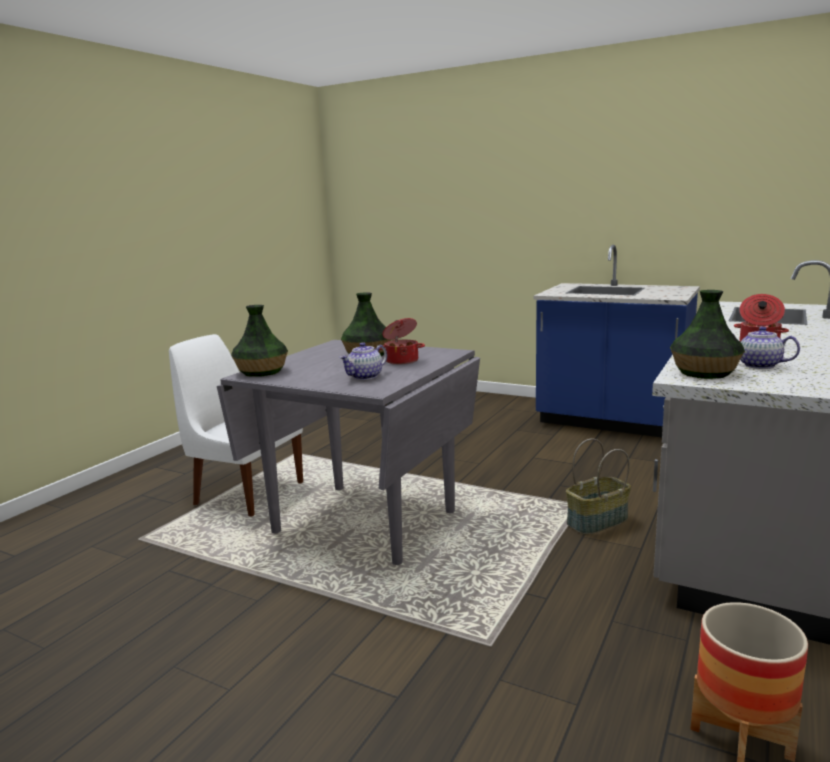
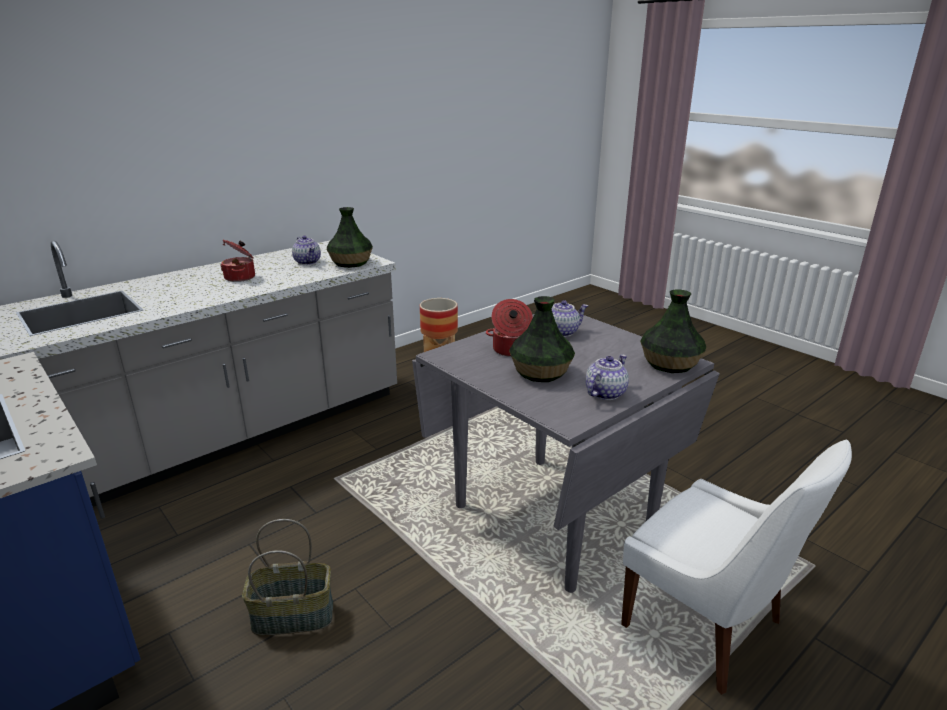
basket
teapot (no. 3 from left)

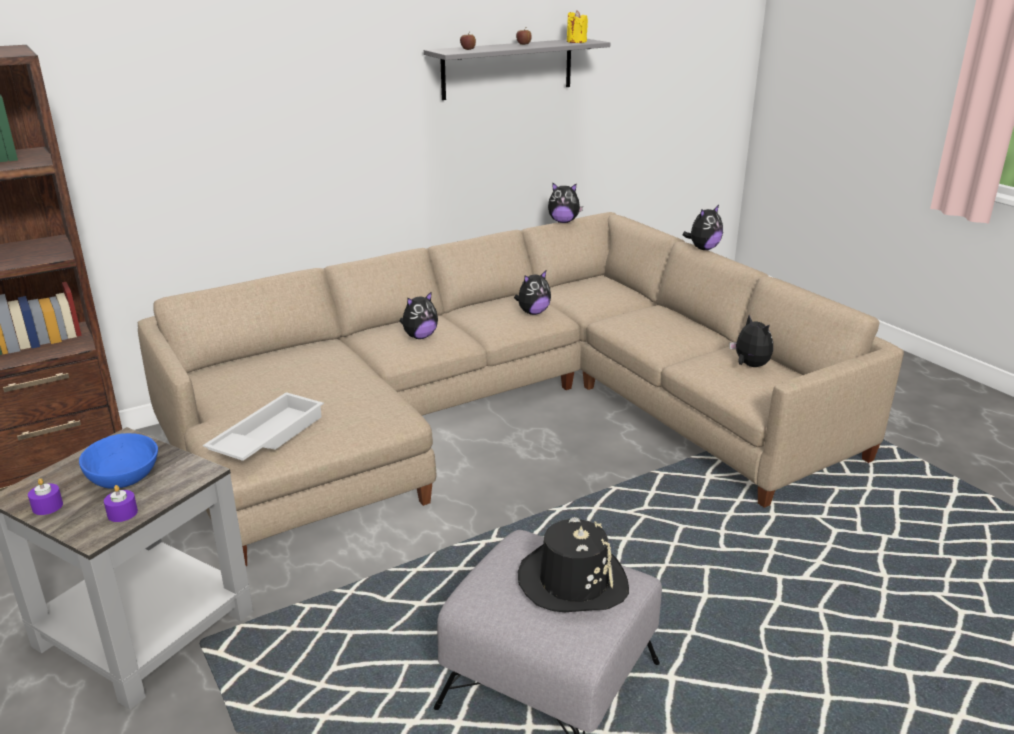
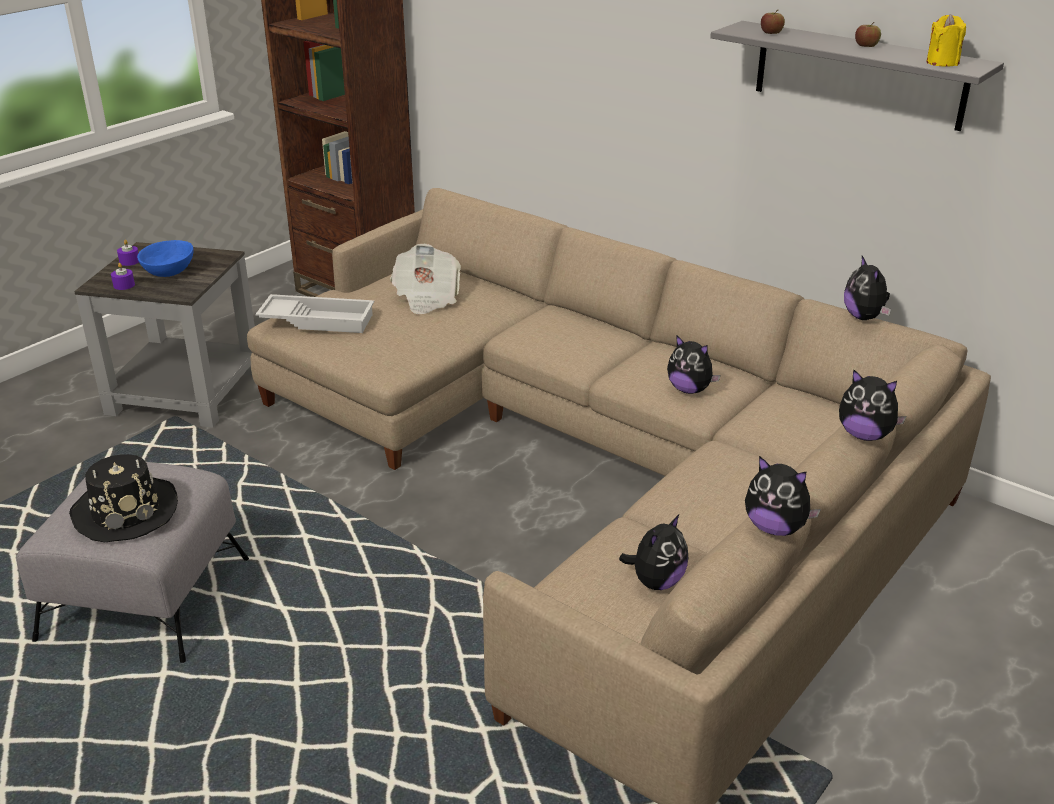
plush toy (no. 3 from left)
newspaper

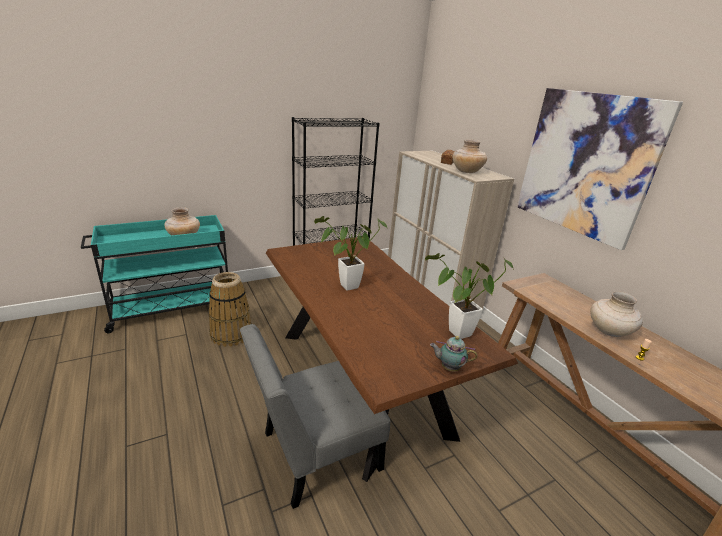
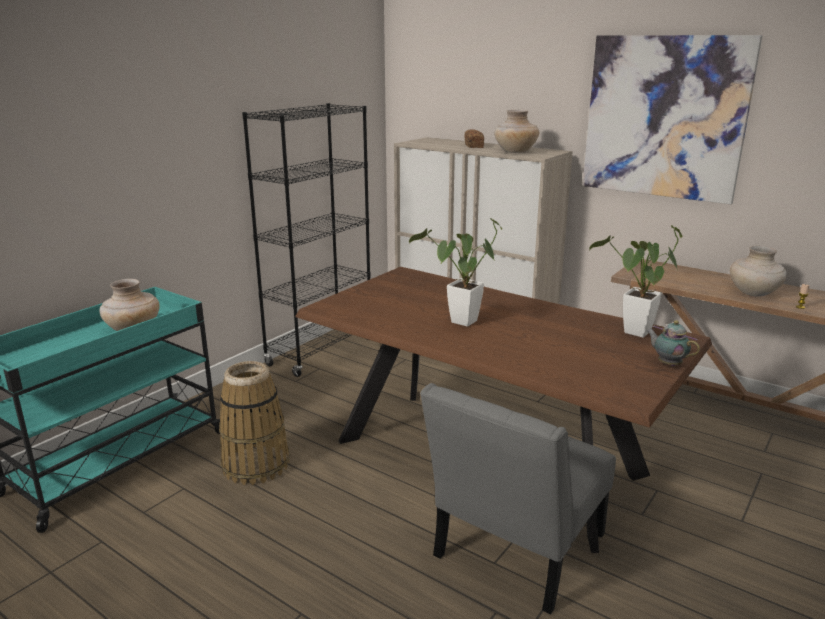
teapot

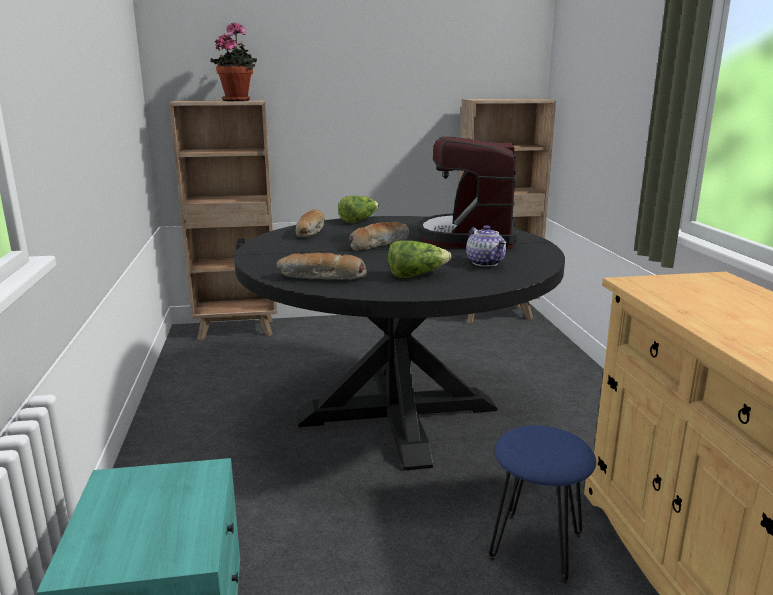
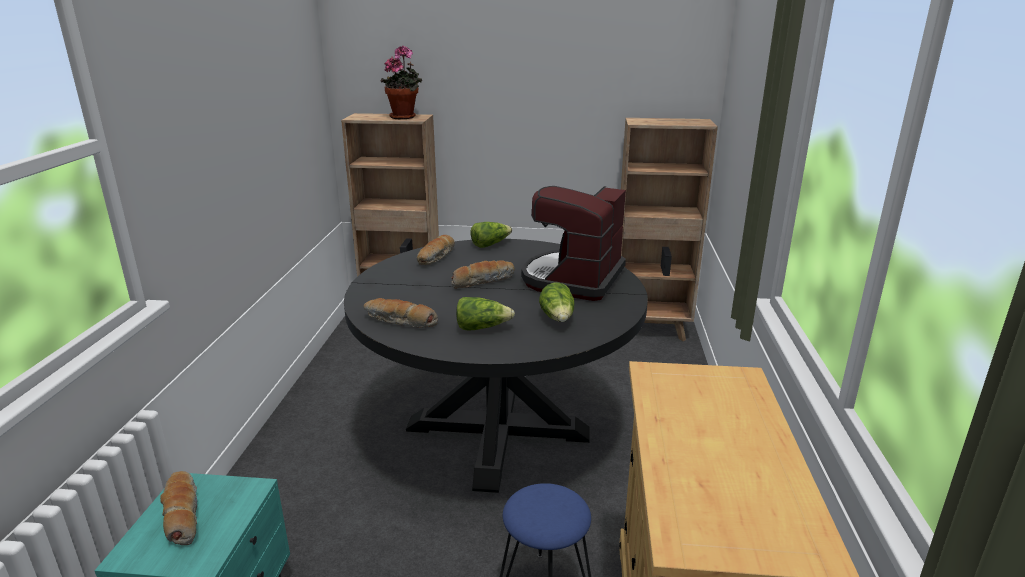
lettuce (no. 3 from left)
bread (no. 1 from left)

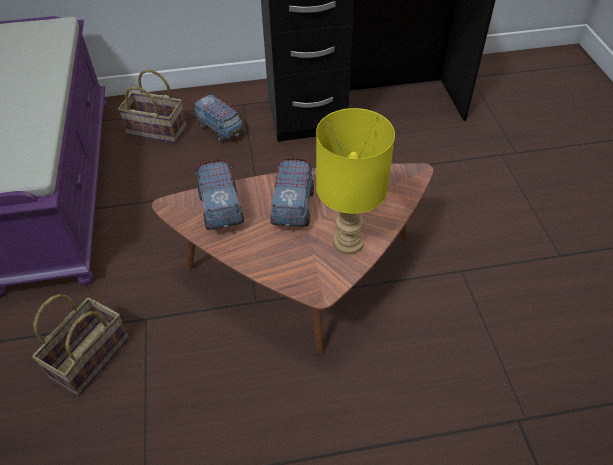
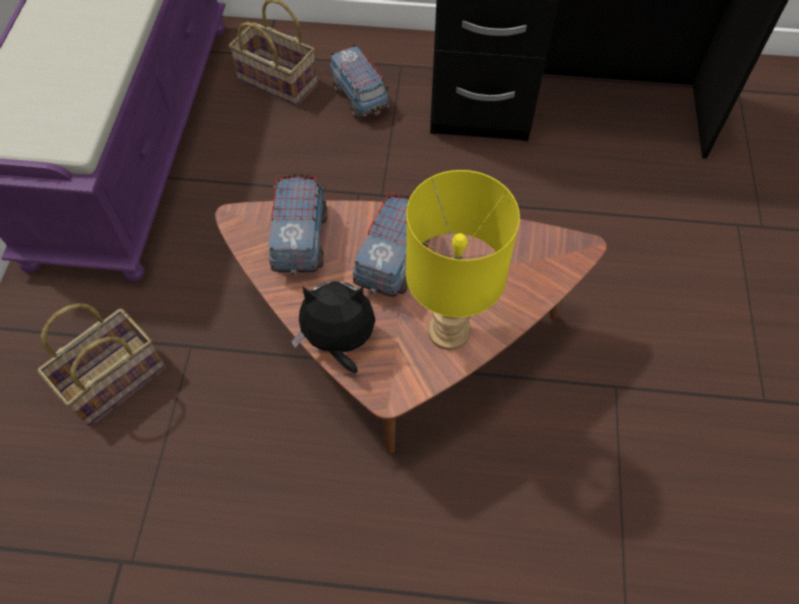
plush toy

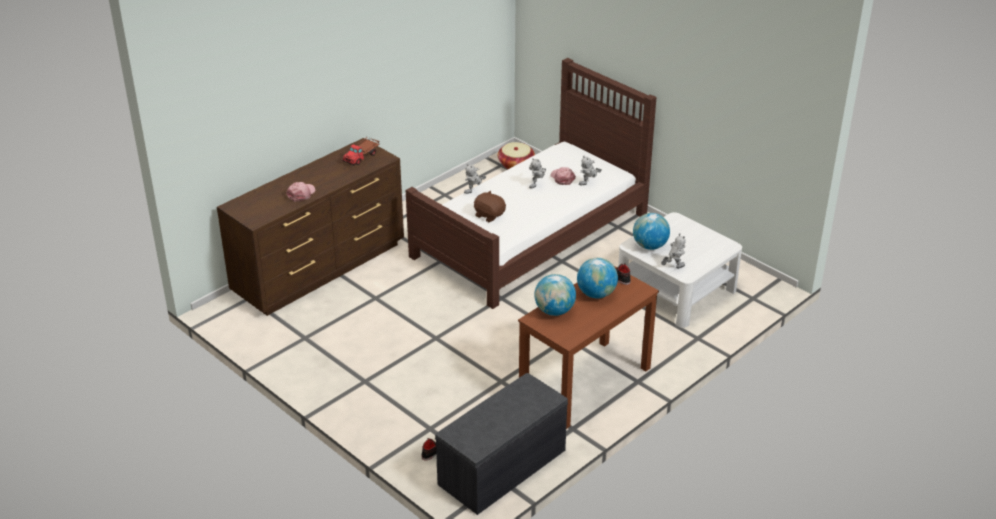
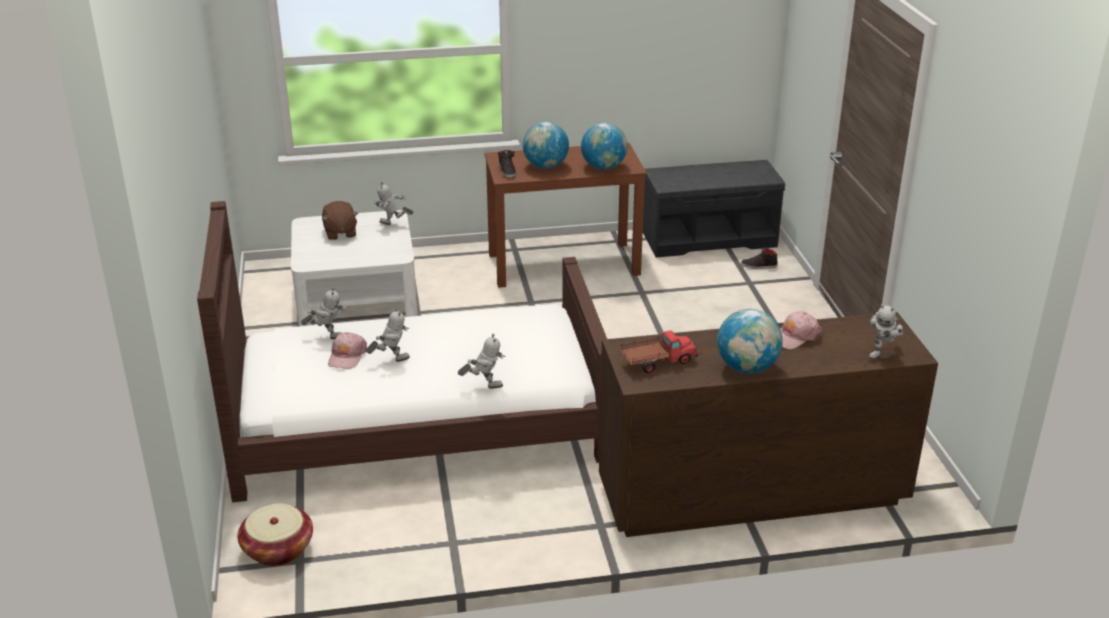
plush toy/brown
globe (no. 3 from left)
toy robot (no. 5 from left)

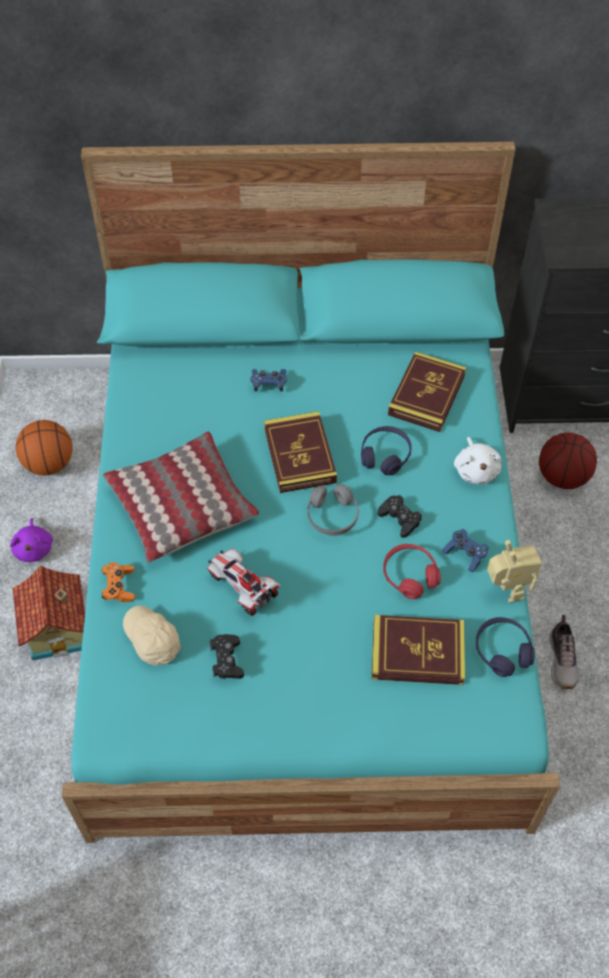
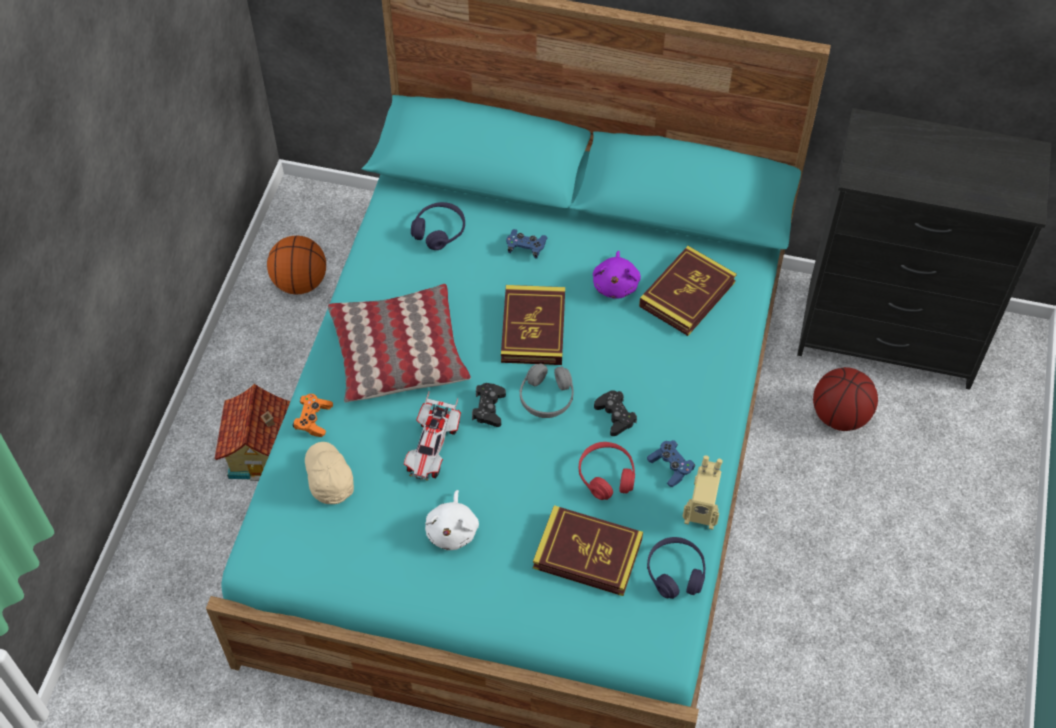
headphones/purple (no. 1 from left)
plush toy/white
plush toy/purple
toy robot
toy car
shoe
game controller/black (no. 1 from left)

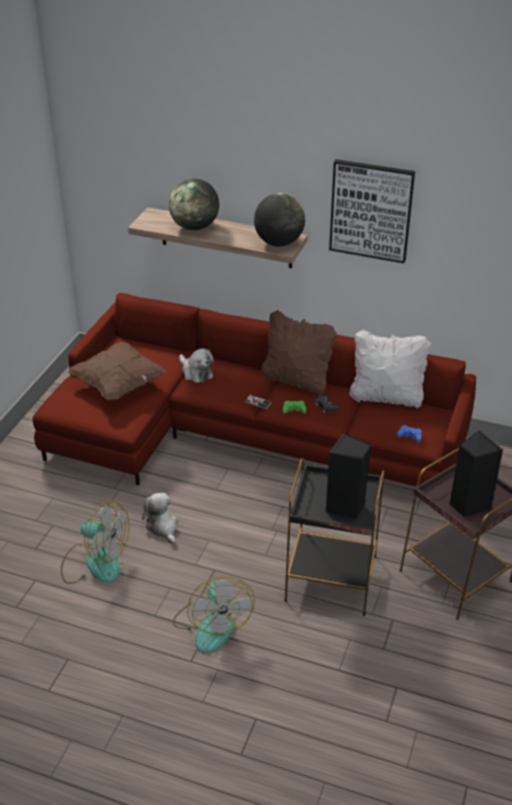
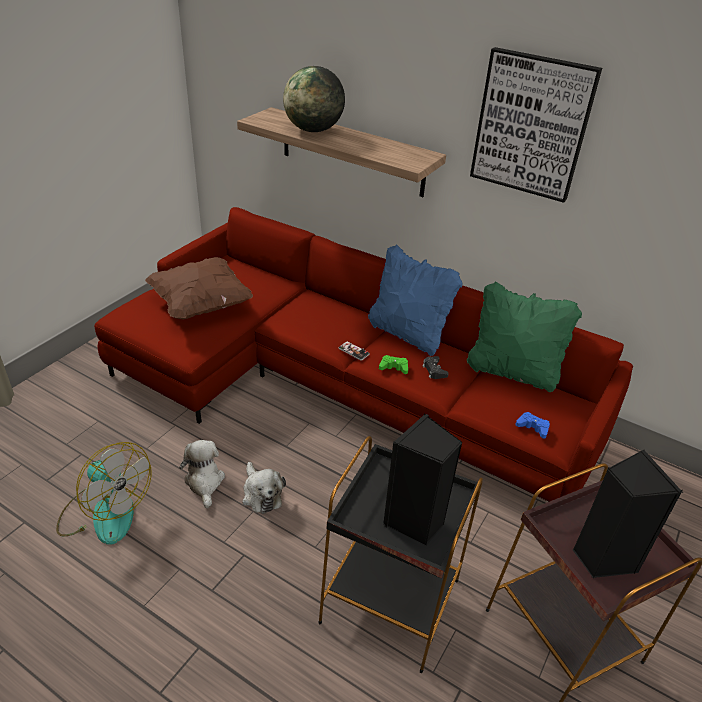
globe (no. 2 from left in the first image)
pillow/blue
pillow/green
plush toy (no. 2 from left)
fan (no. 2 from left in the first image)

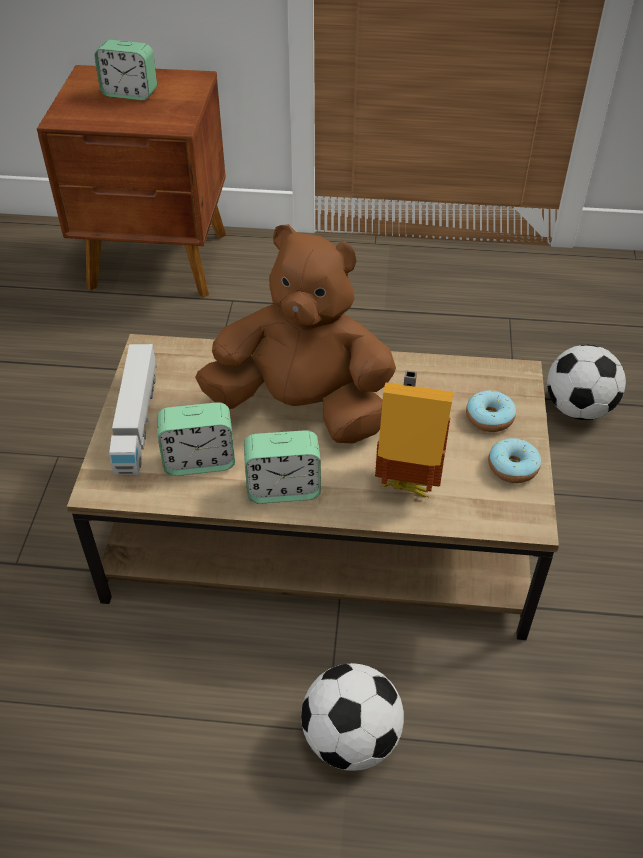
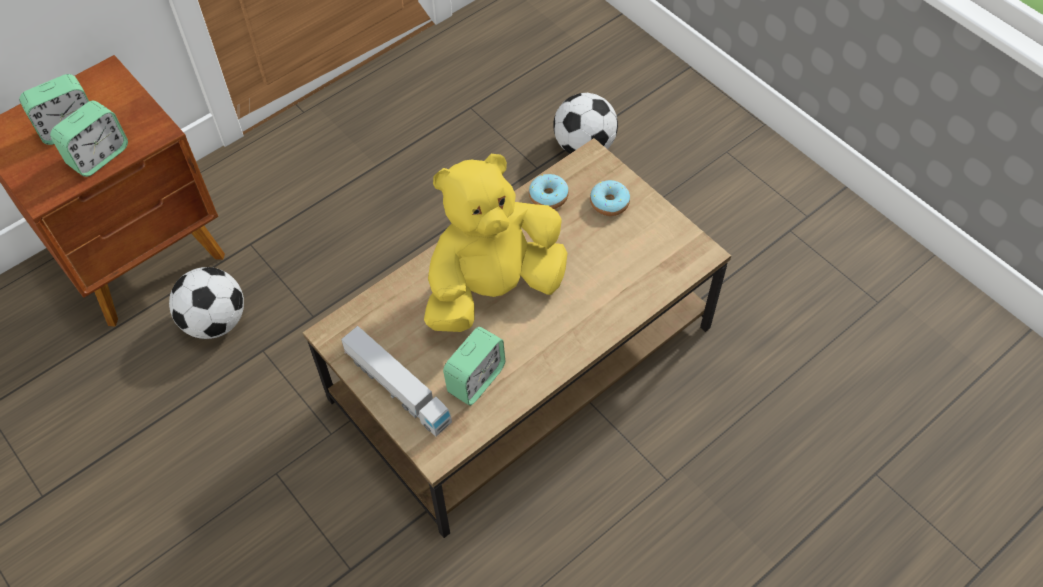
plush toy/yellow
toy house
alarm clock (no. 2 from left)
donut (no. 1 from left)
football (no. 1 from left)

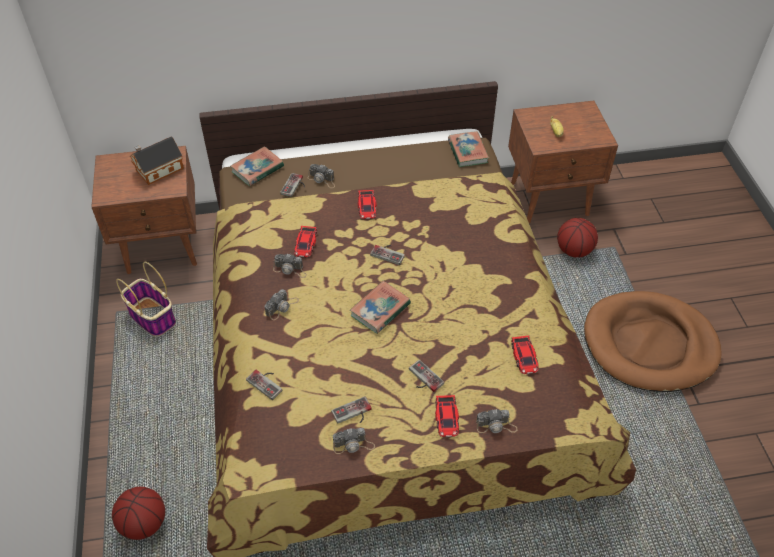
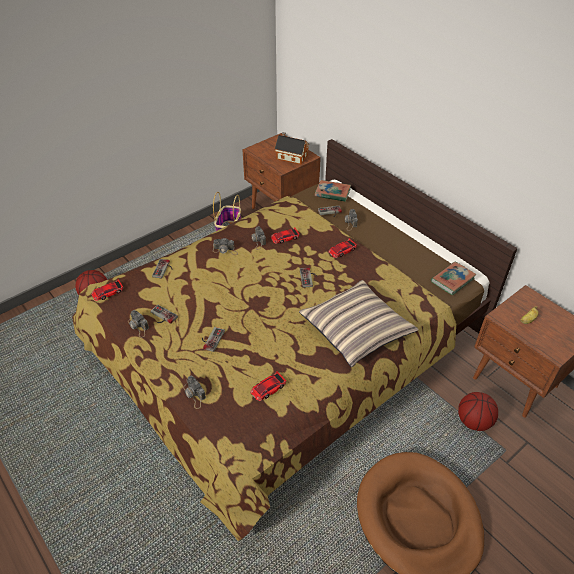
book (no. 2 from left in the first image)
toy car (no. 1 from left)
pillow

